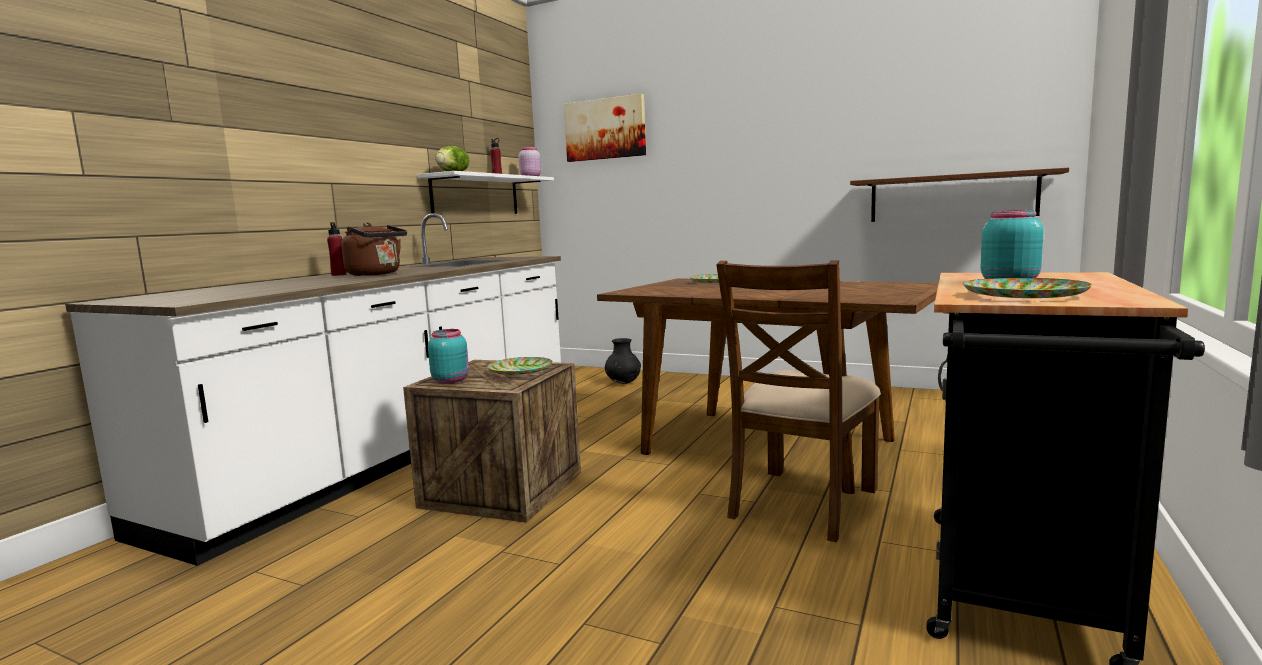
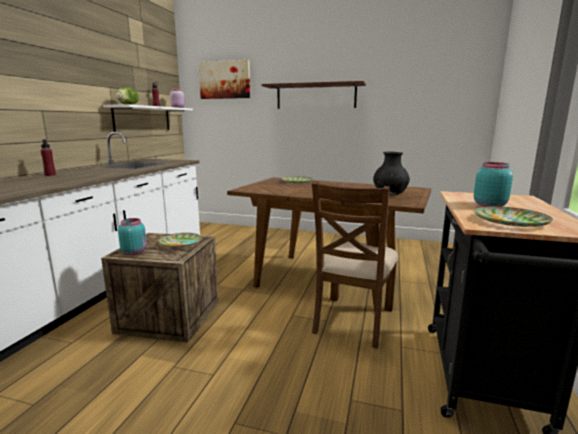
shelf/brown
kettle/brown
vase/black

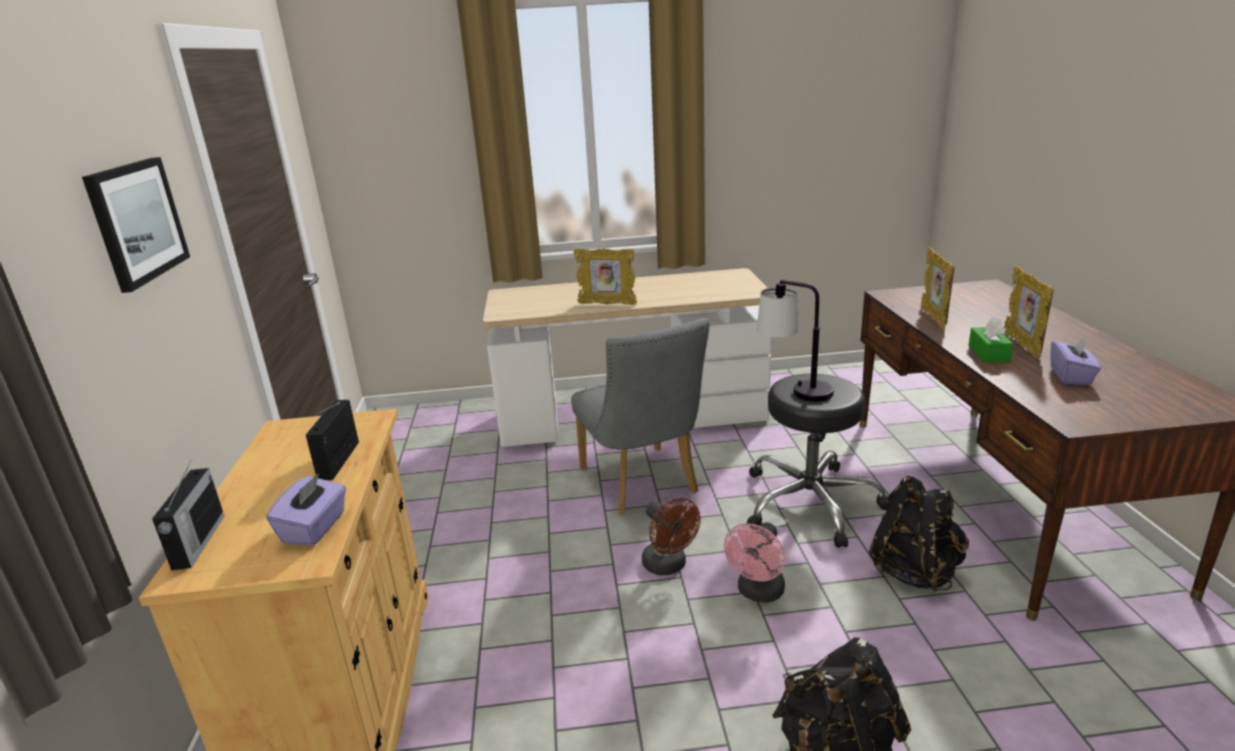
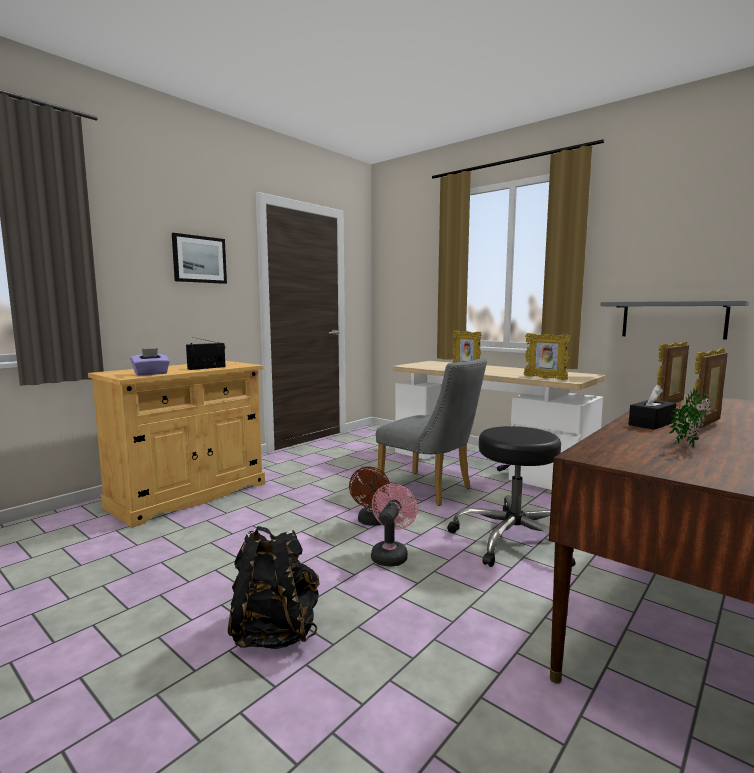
table lamp
tissue box/black
chair/grey
potted plant
radio (no. 1 from left in the first image)
backpack/black (no. 2 from left in the first image)
fan/pink
shelf/grey
picture frame (no. 2 from left)

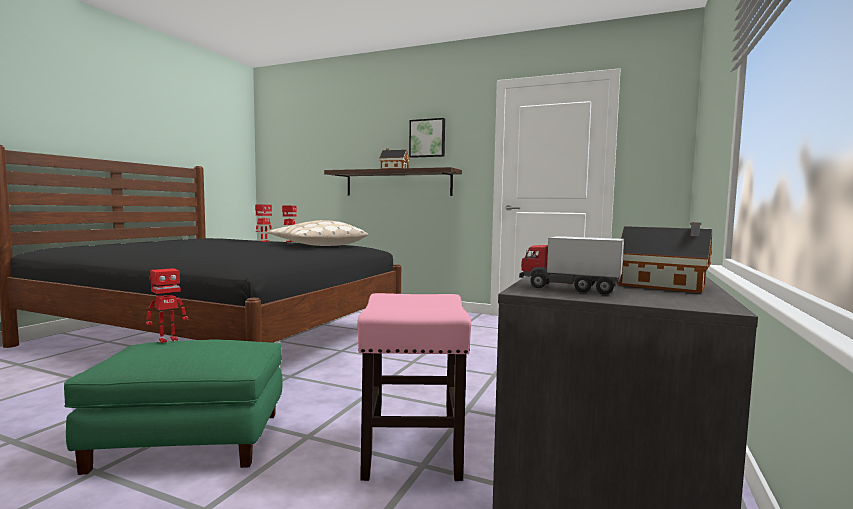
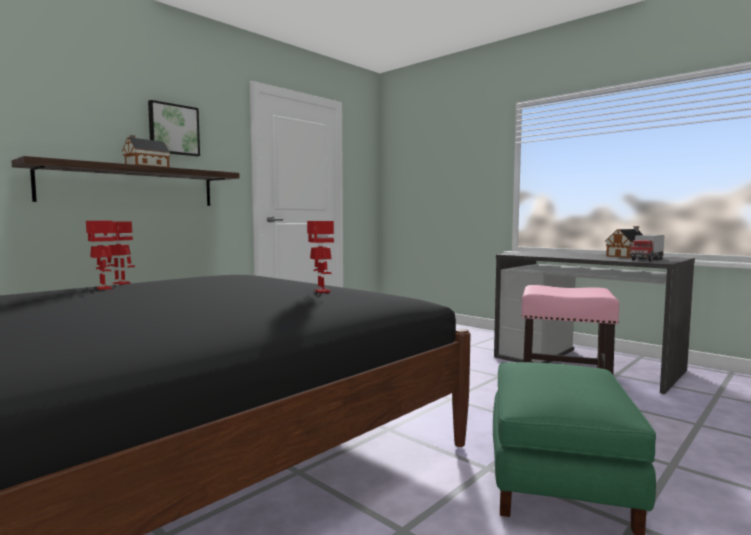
pillow/beige
toy robot (no. 3 from left)

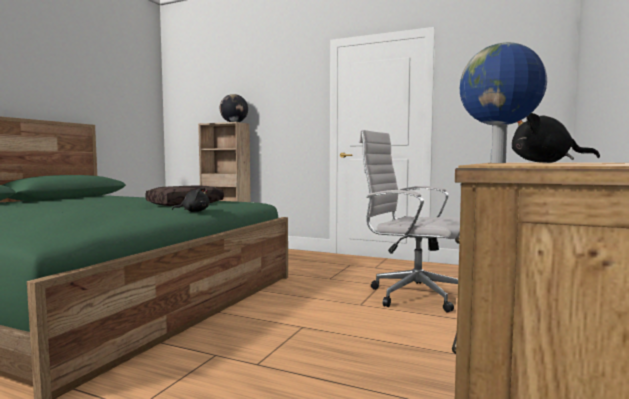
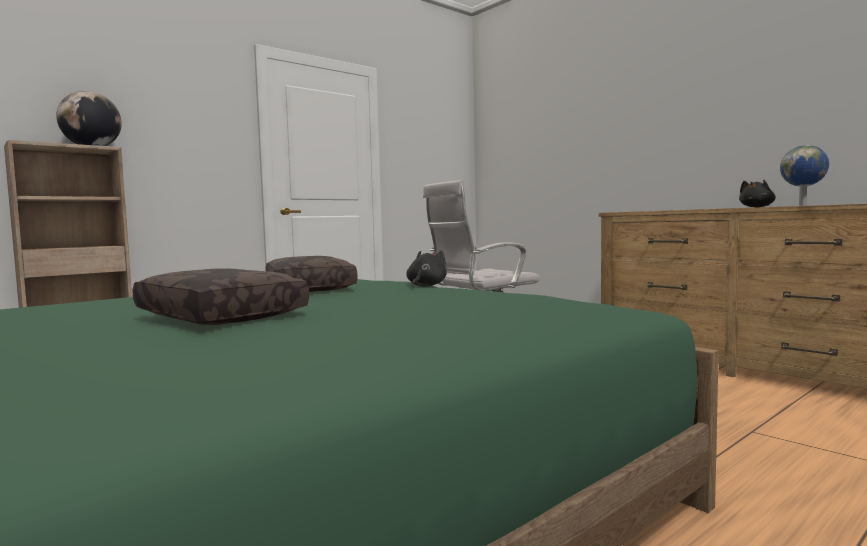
pillow/brown (no. 1 from left)

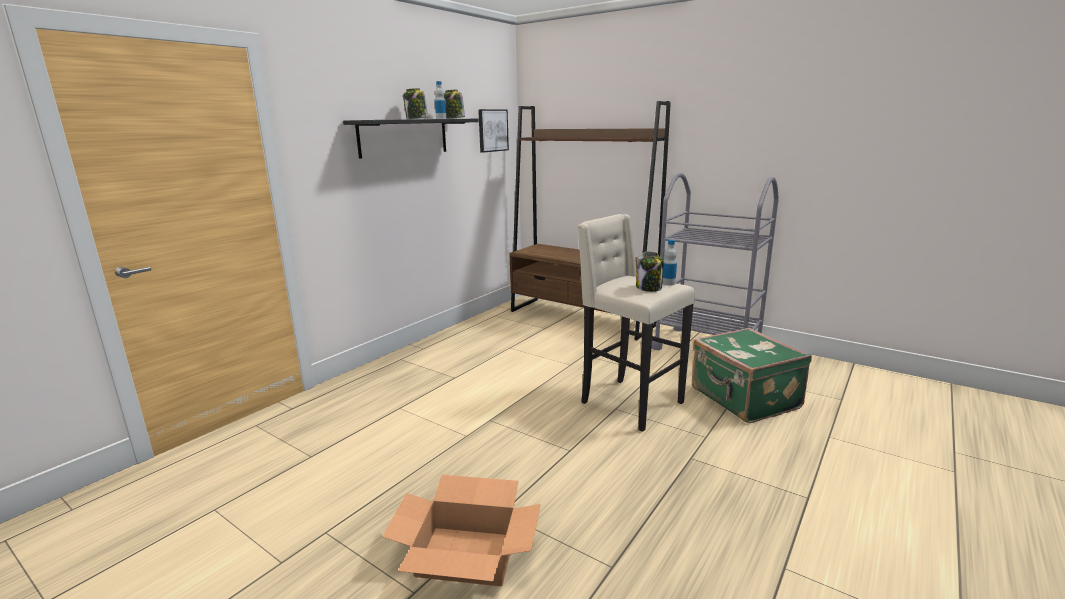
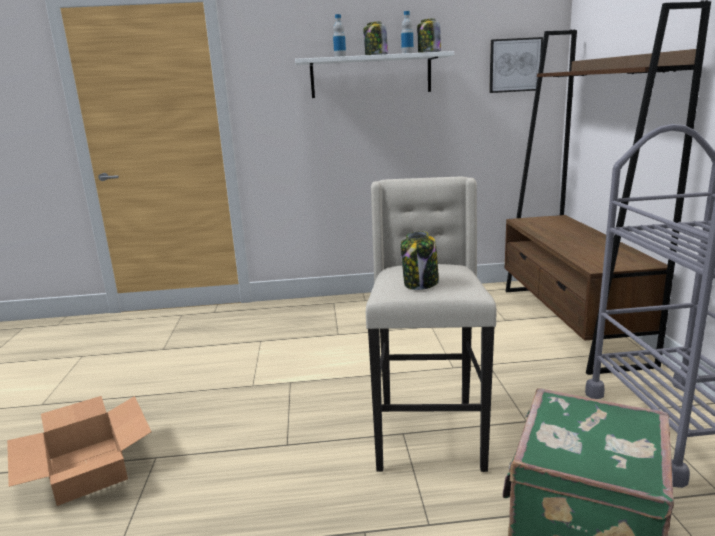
shelf/white
bottle (no. 1 from left)

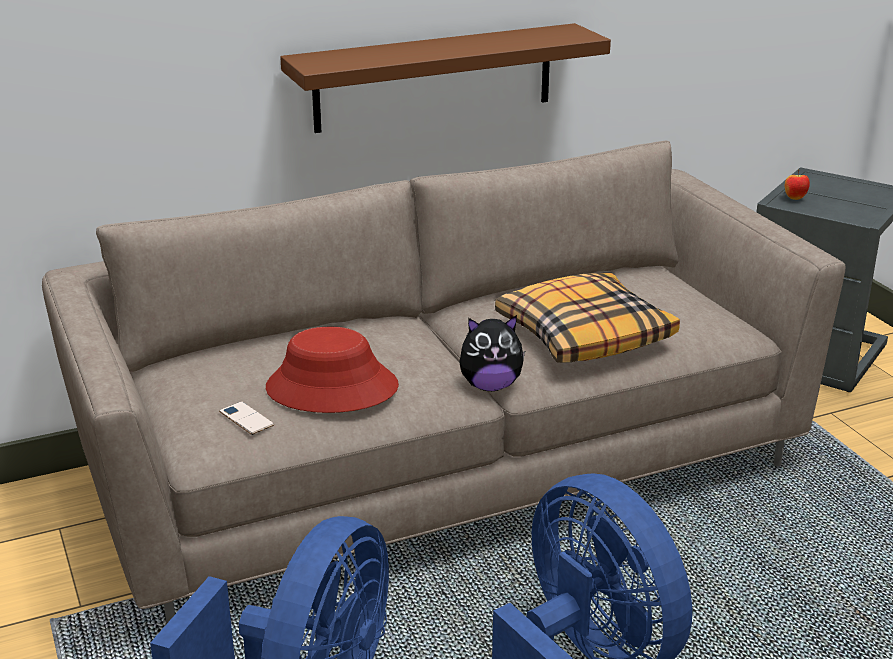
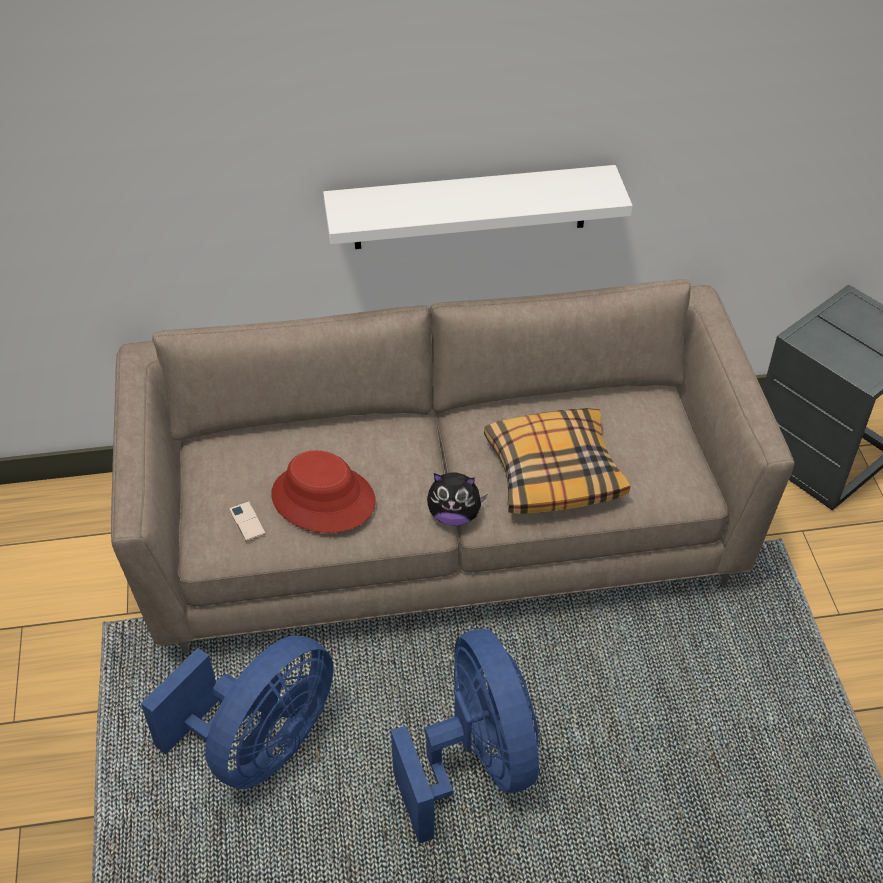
shelf/white
apple

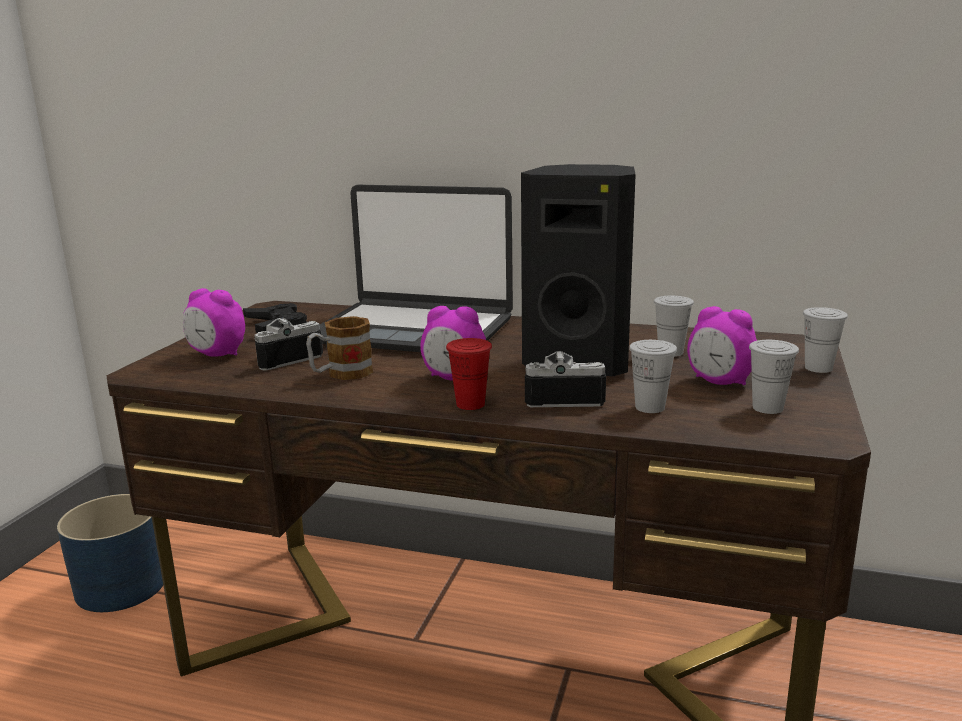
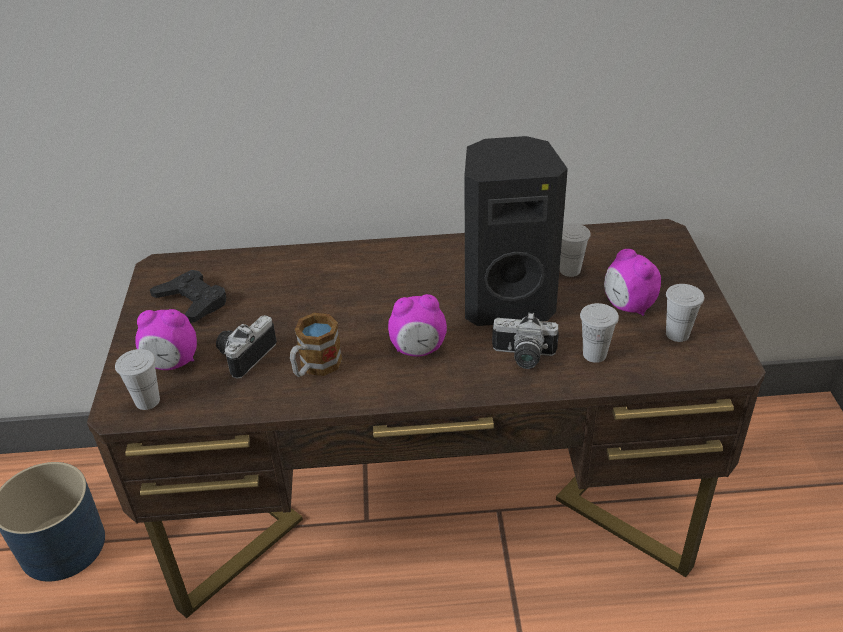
laptop
alarm clock (no. 3 from left)
cup/white (no. 1 from left)
cup/red
photo camera (no. 2 from left)

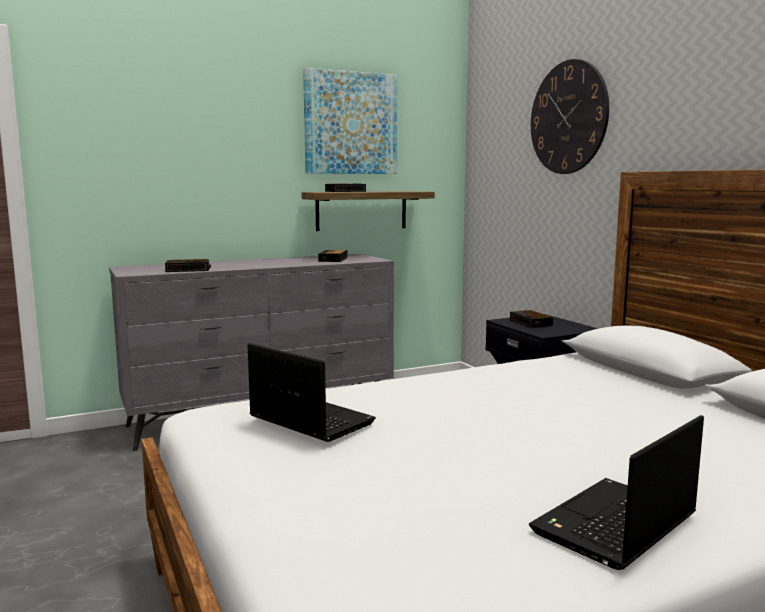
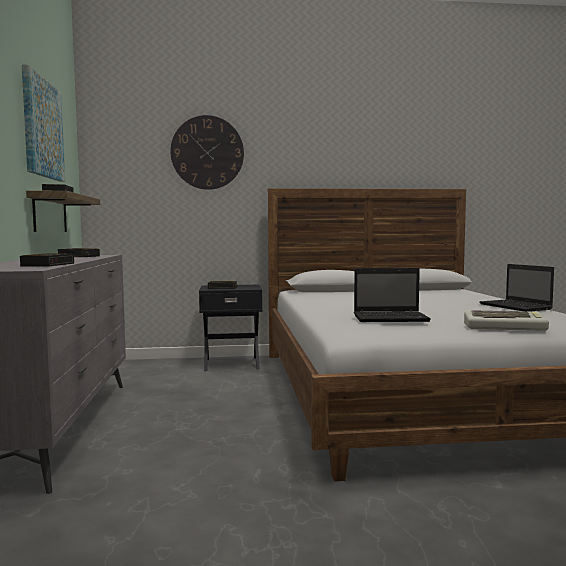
laptop (no. 1 from left)
keyboard

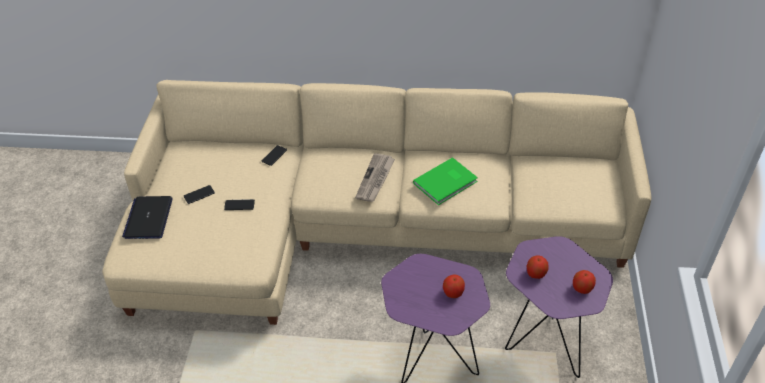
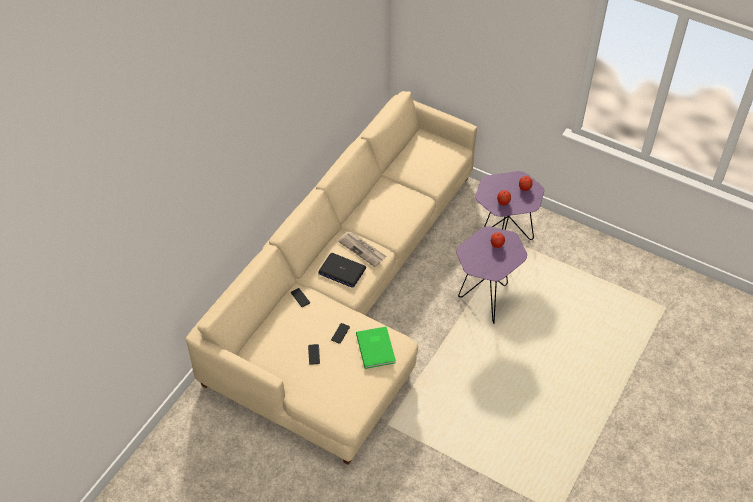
book/green
laptop

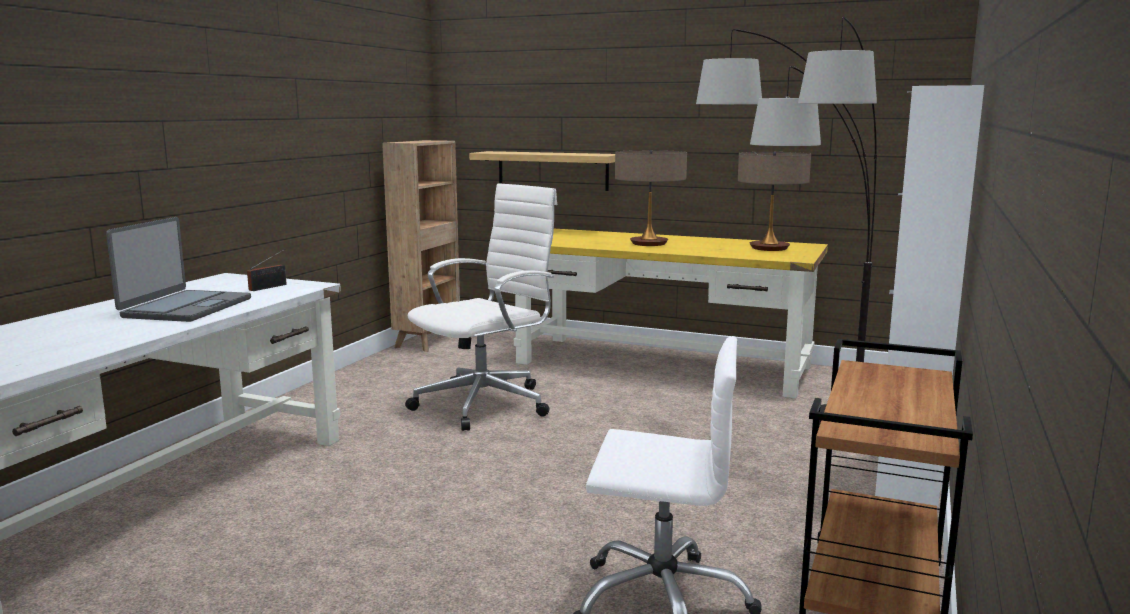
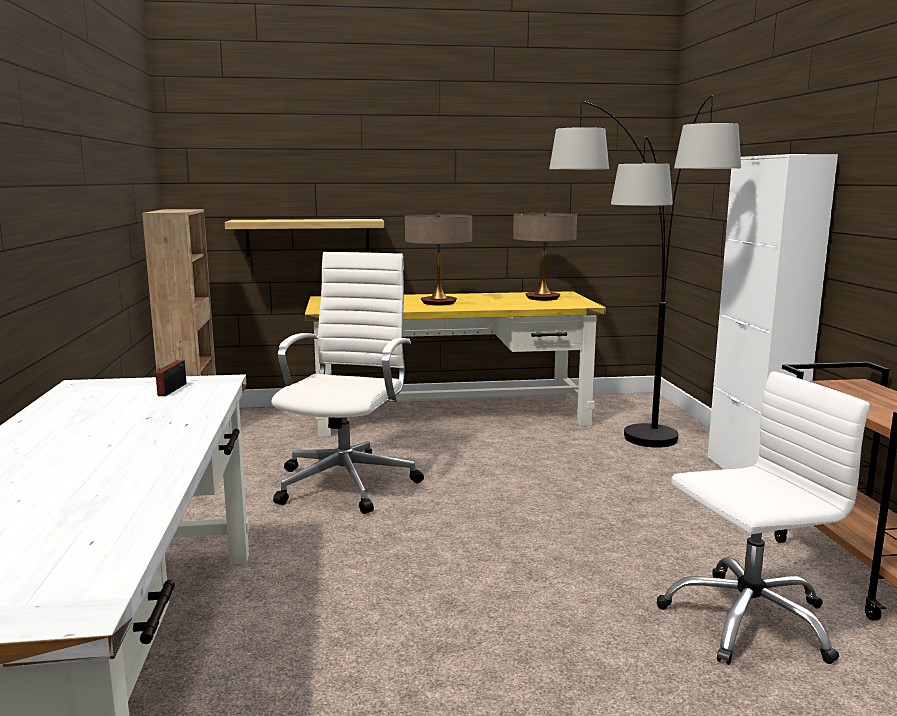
laptop

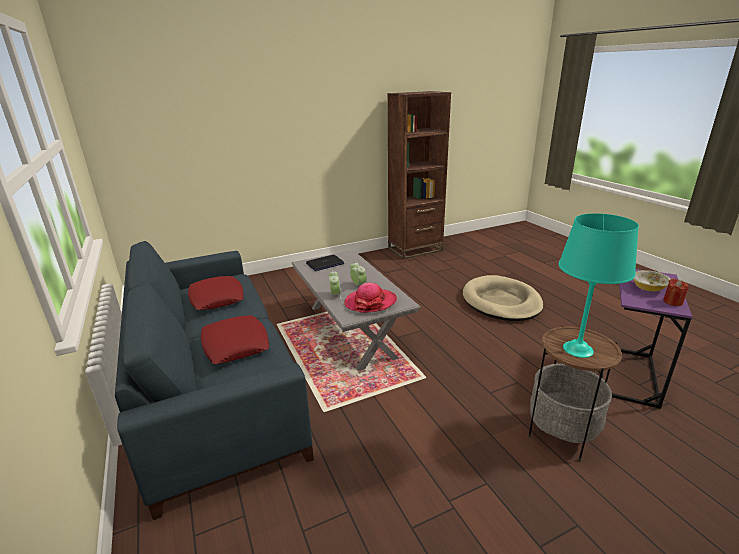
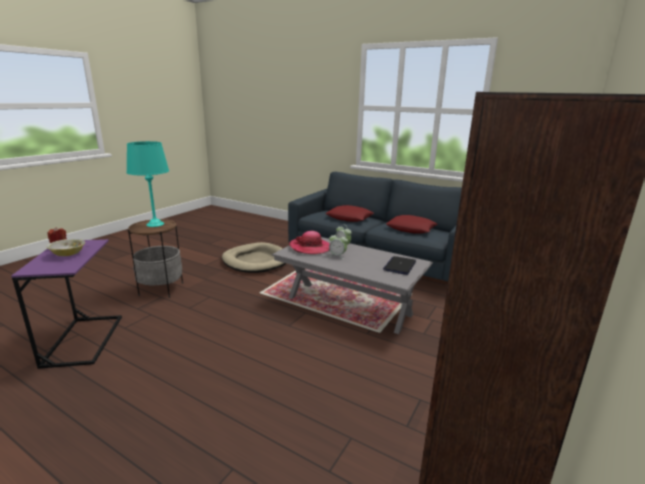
dog bed/beige

